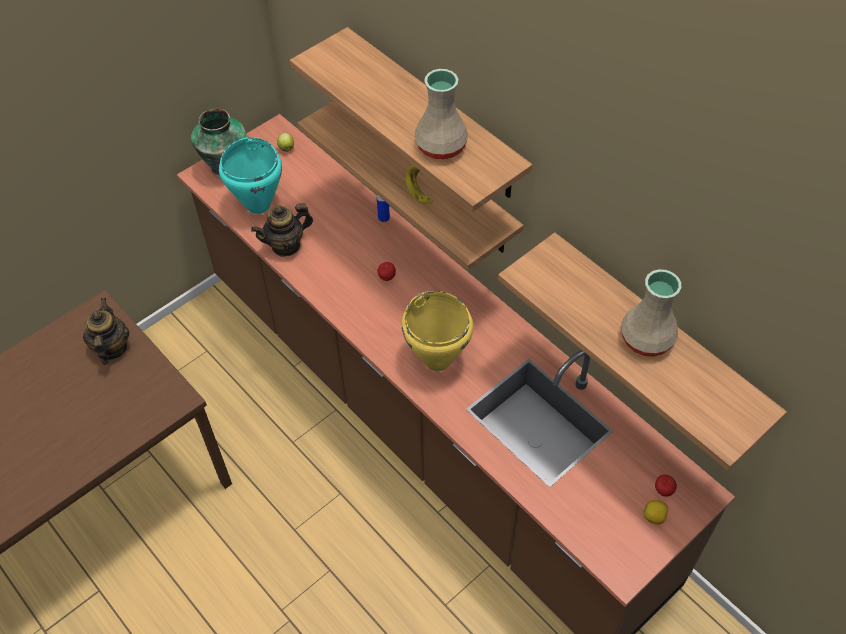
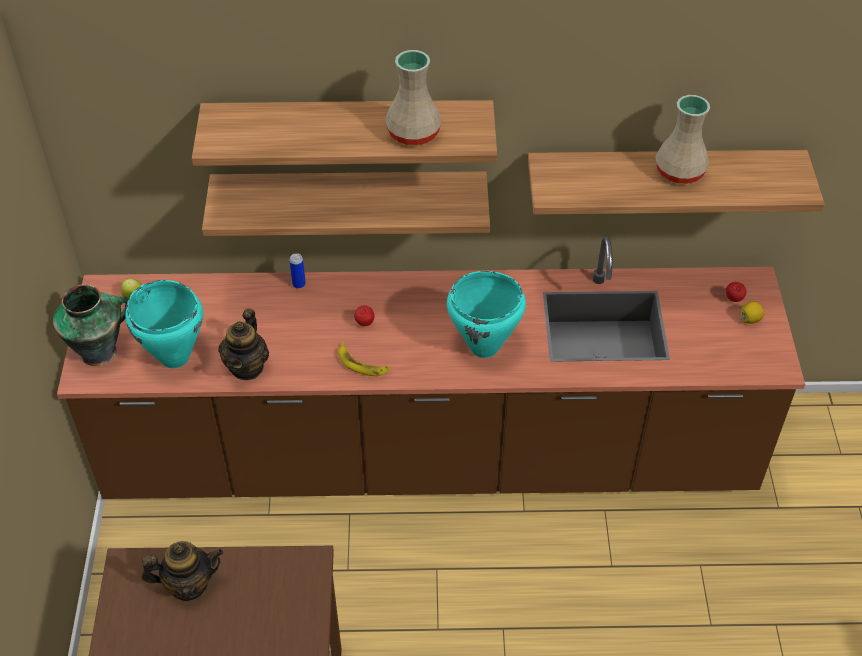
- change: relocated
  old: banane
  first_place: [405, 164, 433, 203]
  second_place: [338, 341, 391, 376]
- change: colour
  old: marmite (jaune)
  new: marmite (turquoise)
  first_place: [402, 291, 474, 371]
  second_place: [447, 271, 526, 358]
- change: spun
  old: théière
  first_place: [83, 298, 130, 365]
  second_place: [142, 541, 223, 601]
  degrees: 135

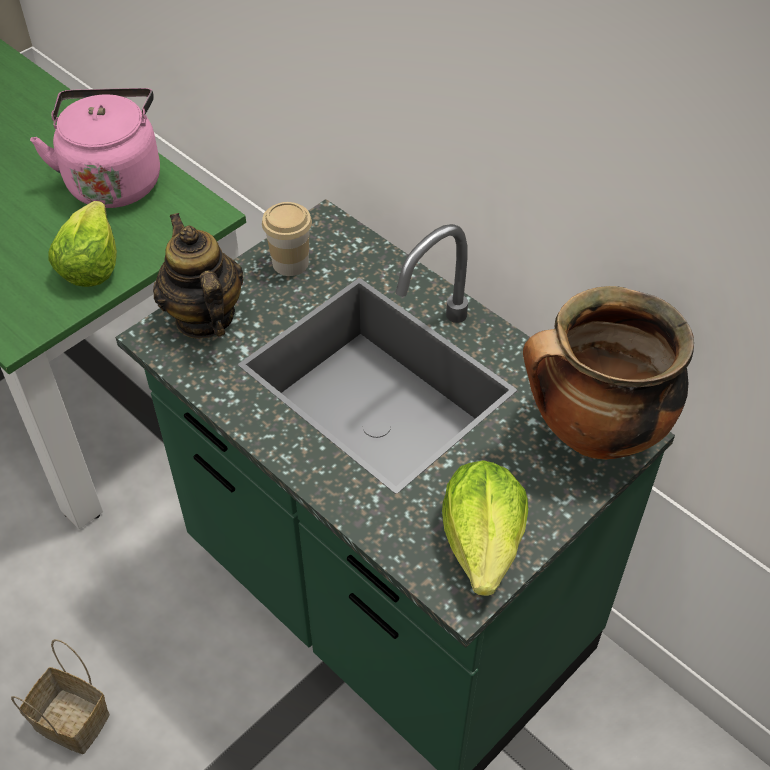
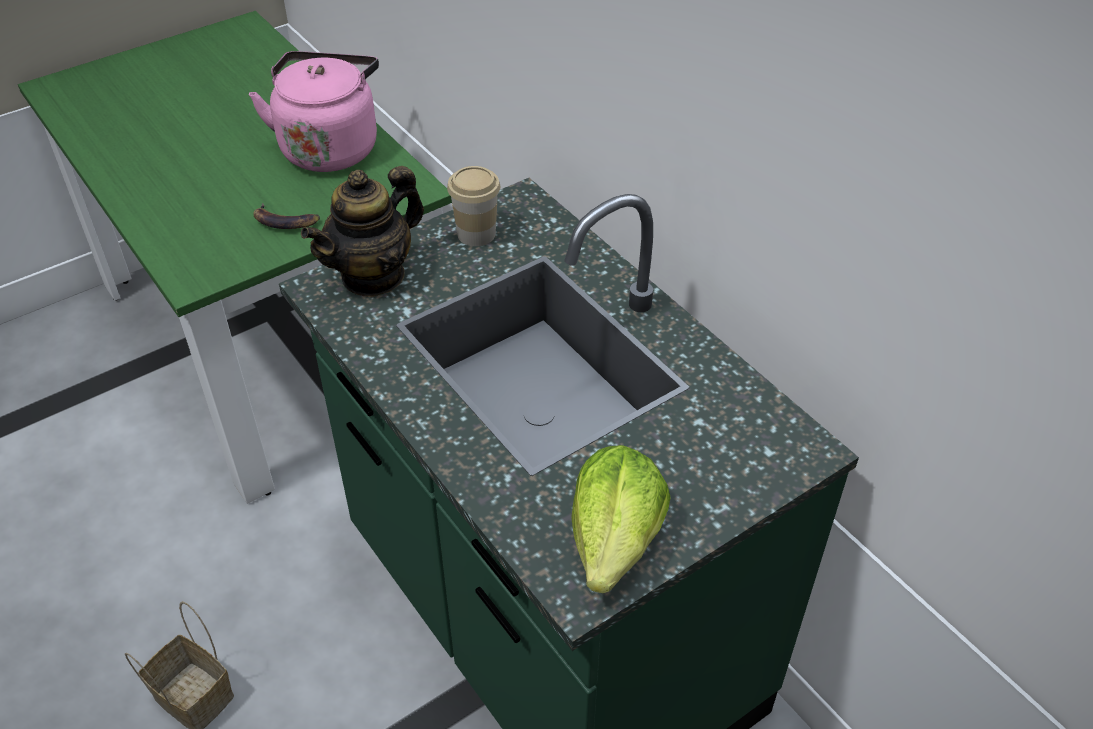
- change: missing
  old: marmite
  first_place: [523, 286, 694, 460]
- change: exchanged
  old: laitue
  new: banane
  first_place: [48, 201, 117, 287]
  second_place: [253, 203, 320, 229]
- change: spun
  old: théière
  first_place: [153, 213, 243, 339]
  second_place: [301, 166, 424, 297]
  degrees: -120

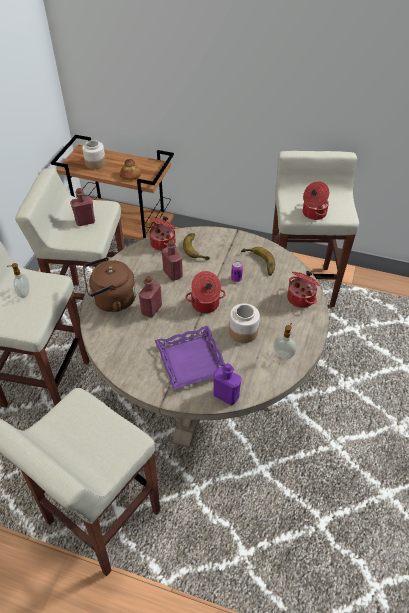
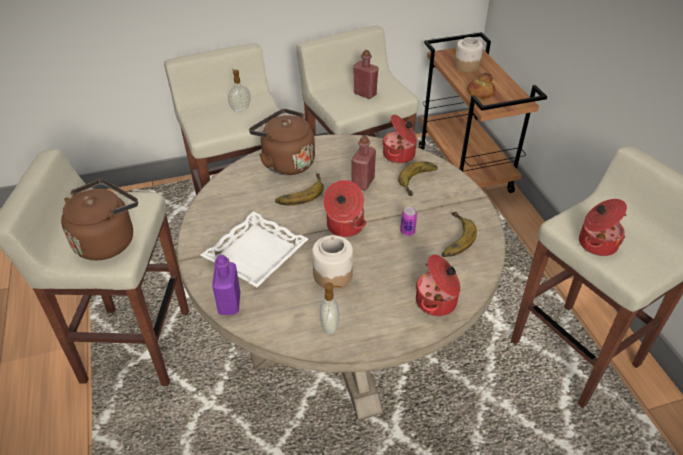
- change: appeared
  new: bouilloire (marron)
  second_place: [61, 179, 138, 260]
- change: exchanged
  old: bouteille (rouge)
  new: banane
  first_place: [139, 276, 162, 317]
  second_place: [275, 173, 324, 205]
- change: colour
  old: plateau (violet)
  new: plateau (blanc)
  first_place: [155, 326, 225, 390]
  second_place: [201, 211, 308, 287]

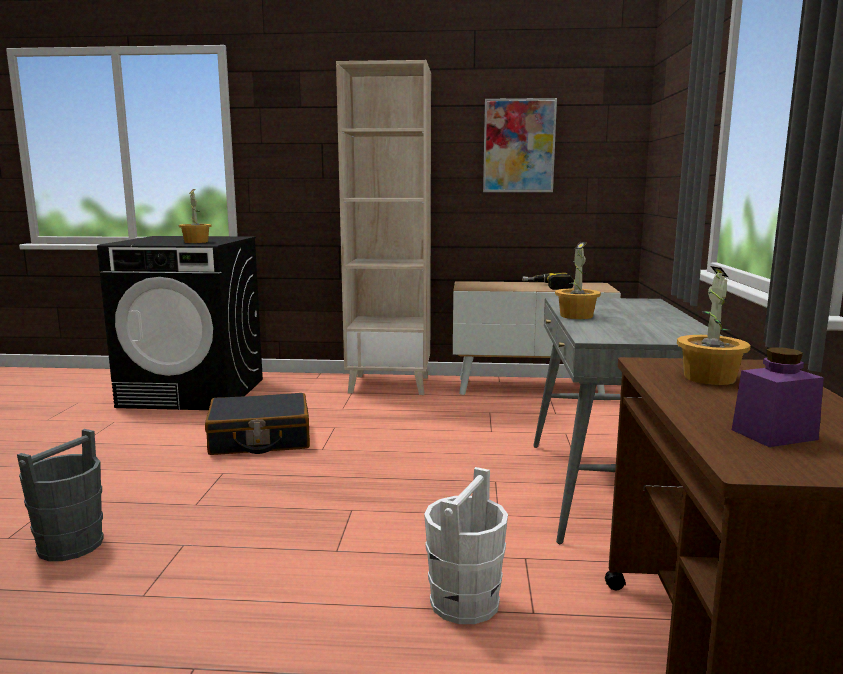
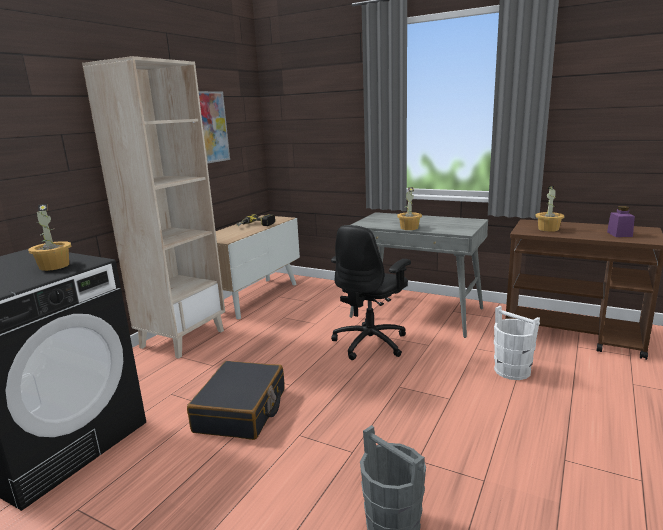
- change: appeared
  new: chaise de bureau (noir)
  second_place: [331, 225, 411, 360]

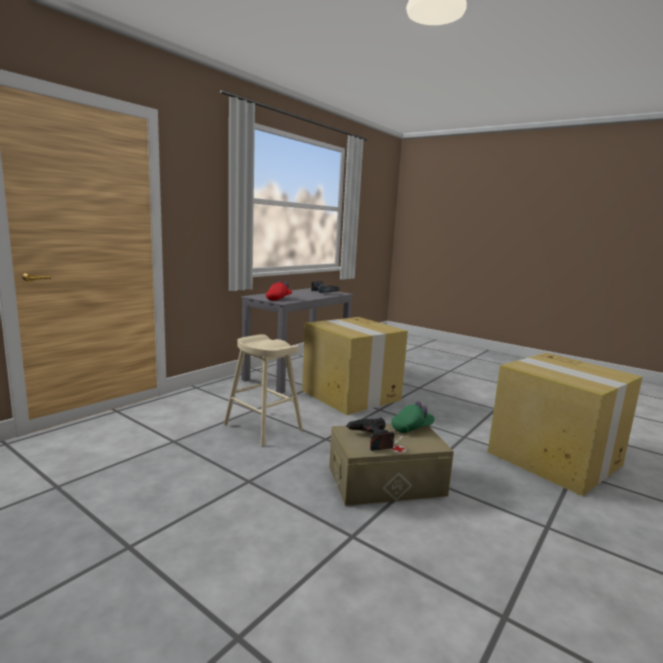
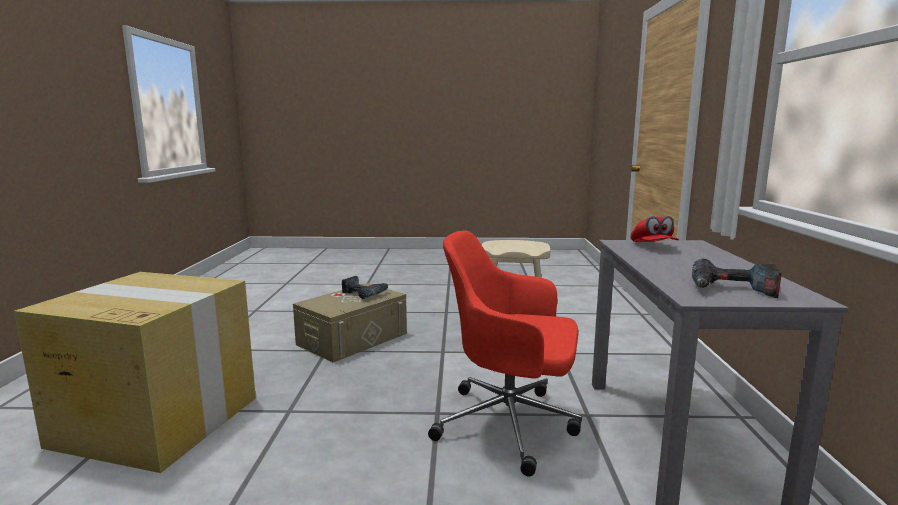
- change: missing
  old: casquette (vert)
  first_place: [392, 401, 435, 433]
- change: exchanged
  old: carton
  new: chaise de bureau (rouge)
  first_place: [302, 317, 408, 415]
  second_place: [428, 231, 582, 476]

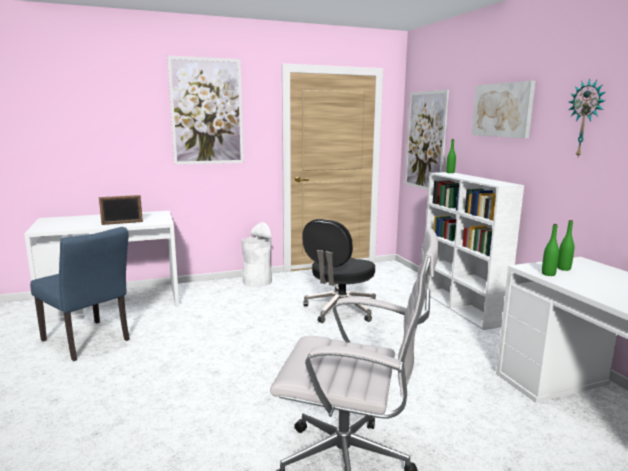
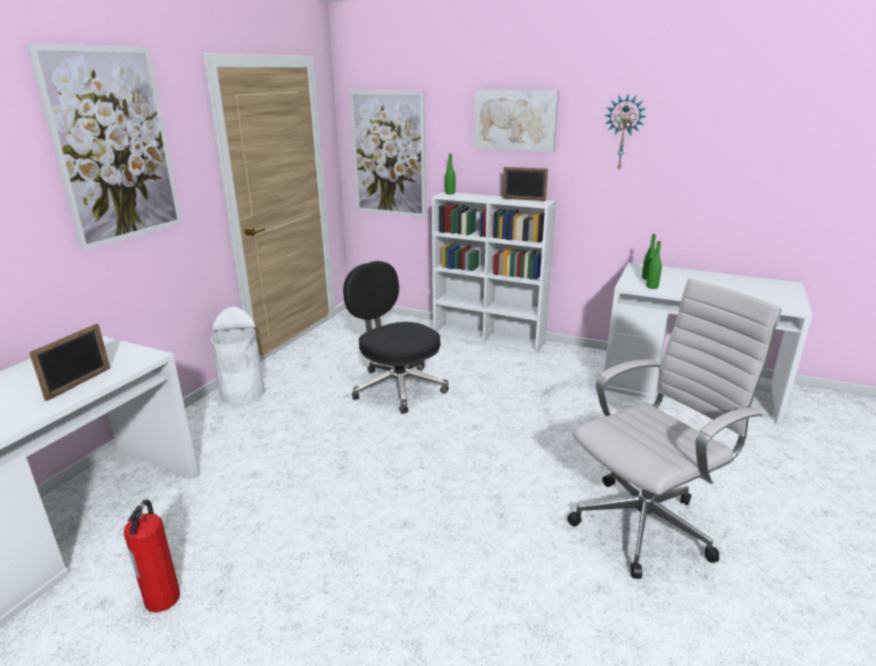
- change: appeared
  new: cadre photo
  second_place: [503, 167, 548, 201]
- change: exchanged
  old: chaise (bleu)
  new: extincteur
  first_place: [30, 227, 130, 361]
  second_place: [124, 500, 180, 613]
- change: spun
  old: chaise de bureau (noir)
  first_place: [303, 219, 376, 323]
  second_place: [343, 261, 449, 414]
  degrees: 150

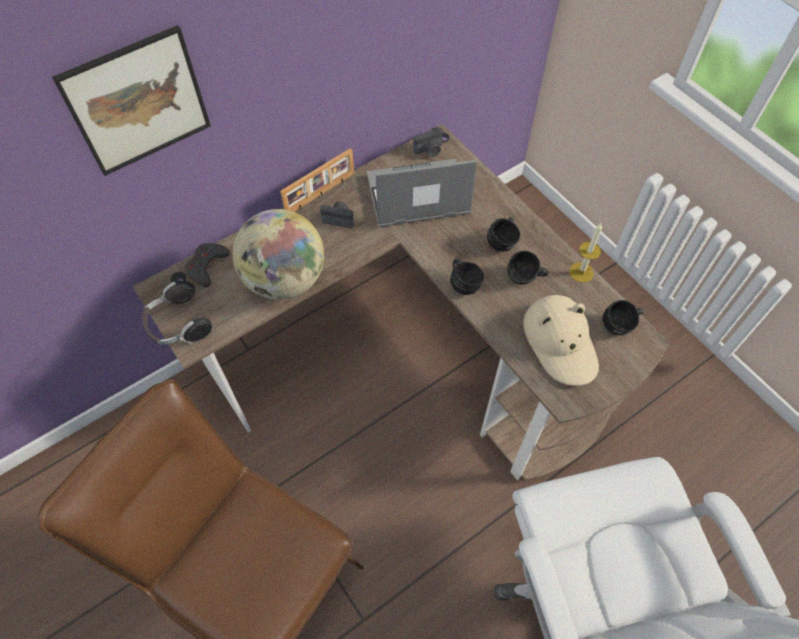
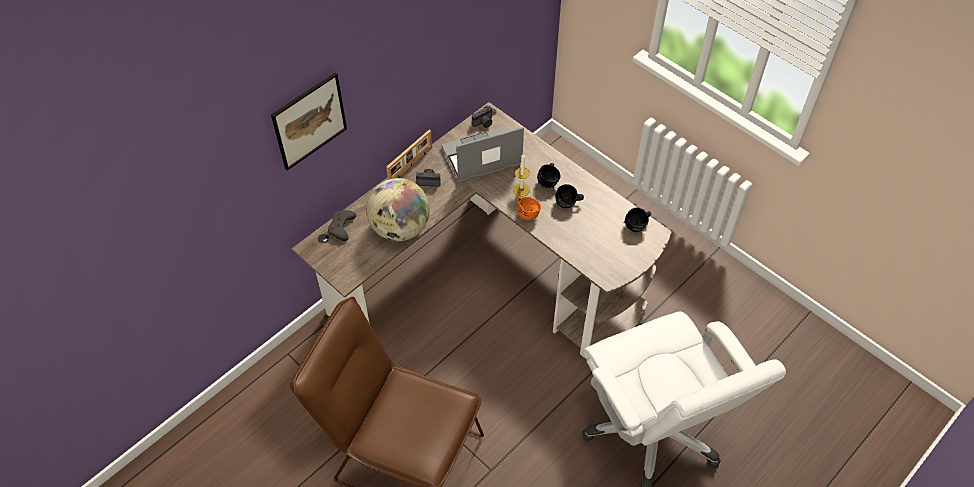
- change: missing
  old: casque audio
  first_place: [142, 280, 212, 345]
- change: missing
  old: chapeau (beige)
  first_place: [524, 295, 599, 386]
- change: relocated
  old: bougie
  first_place: [569, 223, 602, 283]
  second_place: [513, 154, 530, 197]
- change: colour
  old: mug (noir)
  new: mug (orange)
  first_place: [450, 258, 485, 295]
  second_place: [517, 196, 541, 221]

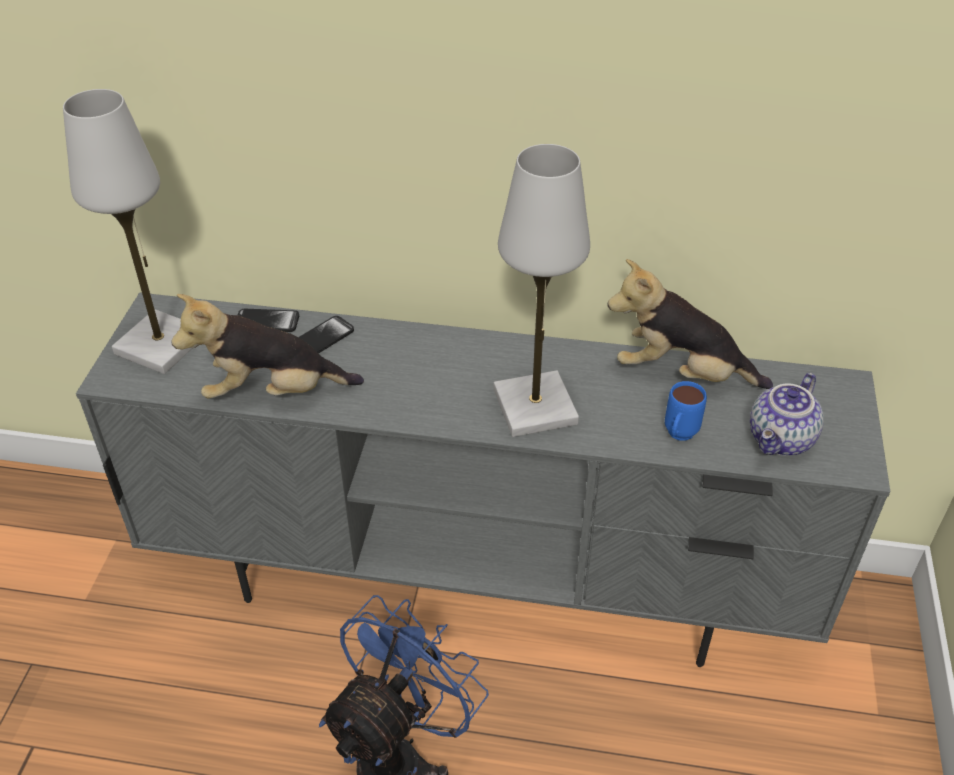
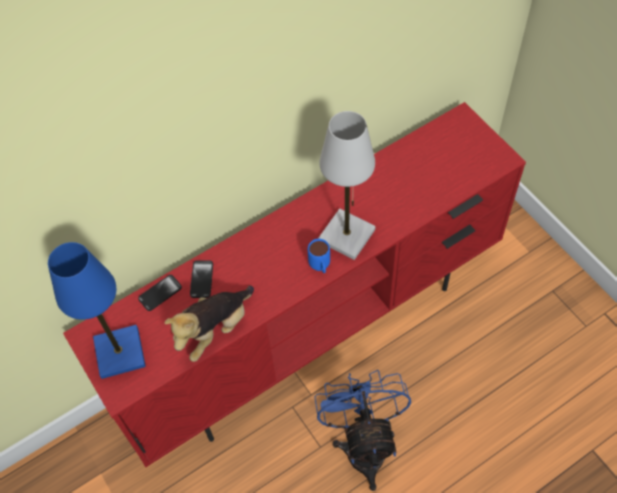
- change: missing
  old: peluche
  first_place: [607, 259, 773, 389]
- change: missing
  old: théière
  first_place: [750, 373, 824, 456]
- change: relocated
  old: mug (bleu)
  first_place: [665, 381, 707, 441]
  second_place: [308, 239, 330, 273]
- change: colour
  old: lampe de table (blanc)
  new: lampe de table (bleu)
  first_place: [63, 89, 192, 374]
  second_place: [48, 242, 146, 379]
- change: colour
  old: meuble télé (gris)
  new: meuble télé (rouge)
  first_place: [76, 293, 890, 667]
  second_place: [63, 102, 526, 467]

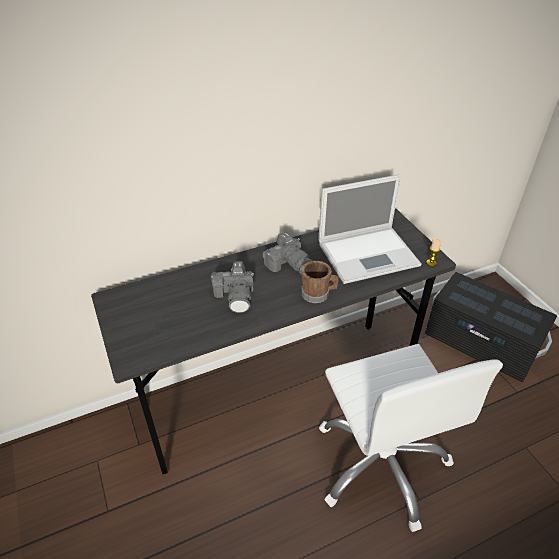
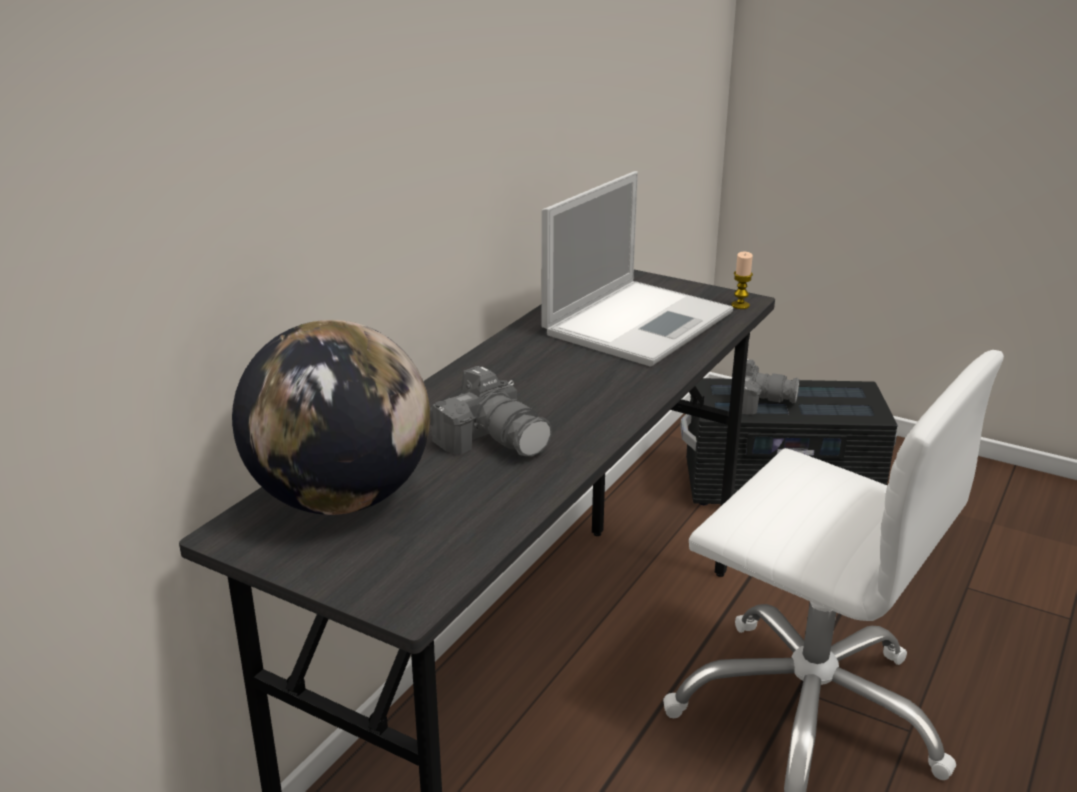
- change: missing
  old: mug (marron)
  first_place: [301, 261, 339, 303]
- change: appeared
  new: globe
  second_place: [232, 320, 430, 515]
- change: relocated
  old: appareil photo
  first_place: [263, 232, 314, 275]
  second_place: [732, 359, 800, 415]

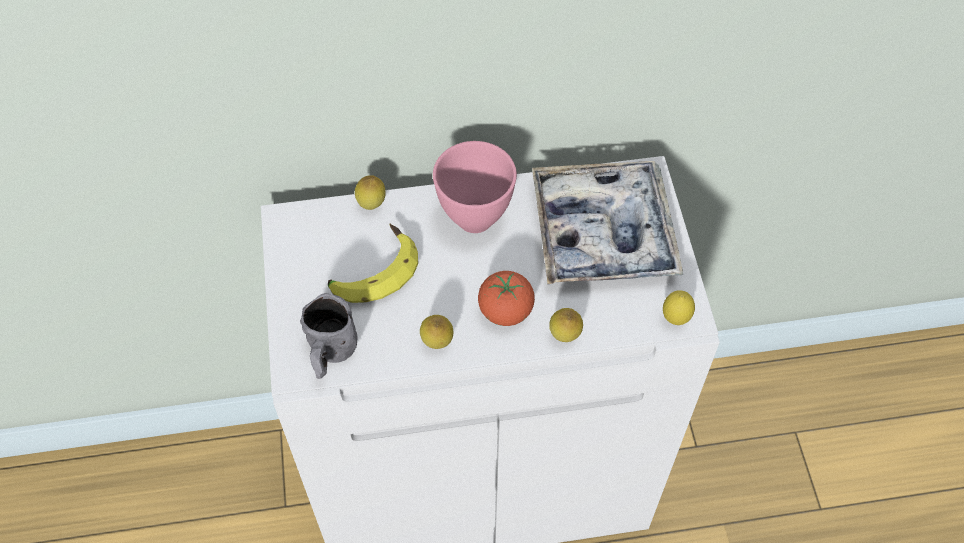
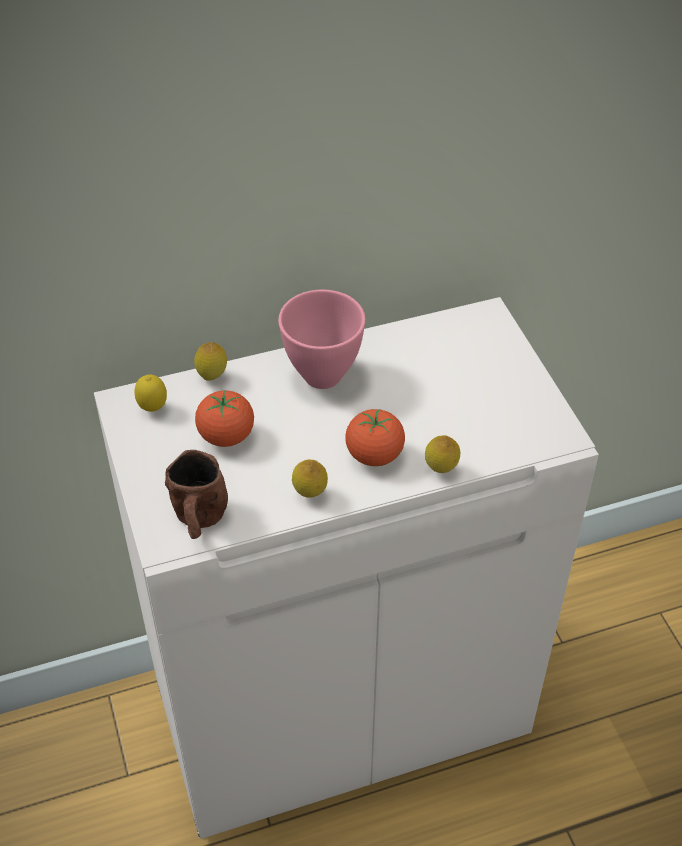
- change: missing
  old: plateau
  first_place: [532, 161, 683, 284]
- change: relocated
  old: citron
  first_place: [663, 290, 695, 325]
  second_place: [134, 375, 167, 412]
- change: exchanged
  old: banane
  new: tomate
  first_place: [328, 224, 418, 303]
  second_place: [195, 390, 254, 447]
- change: colour
  old: mug (gris)
  new: mug (marron)
  first_place: [300, 293, 357, 379]
  second_place: [165, 450, 228, 539]

